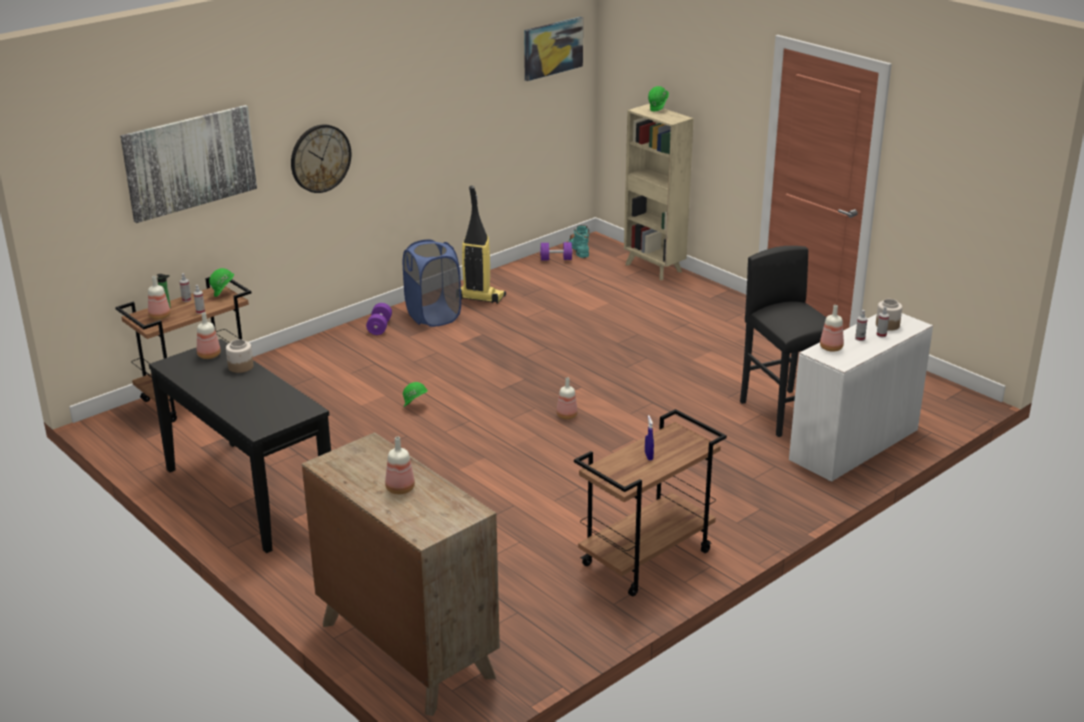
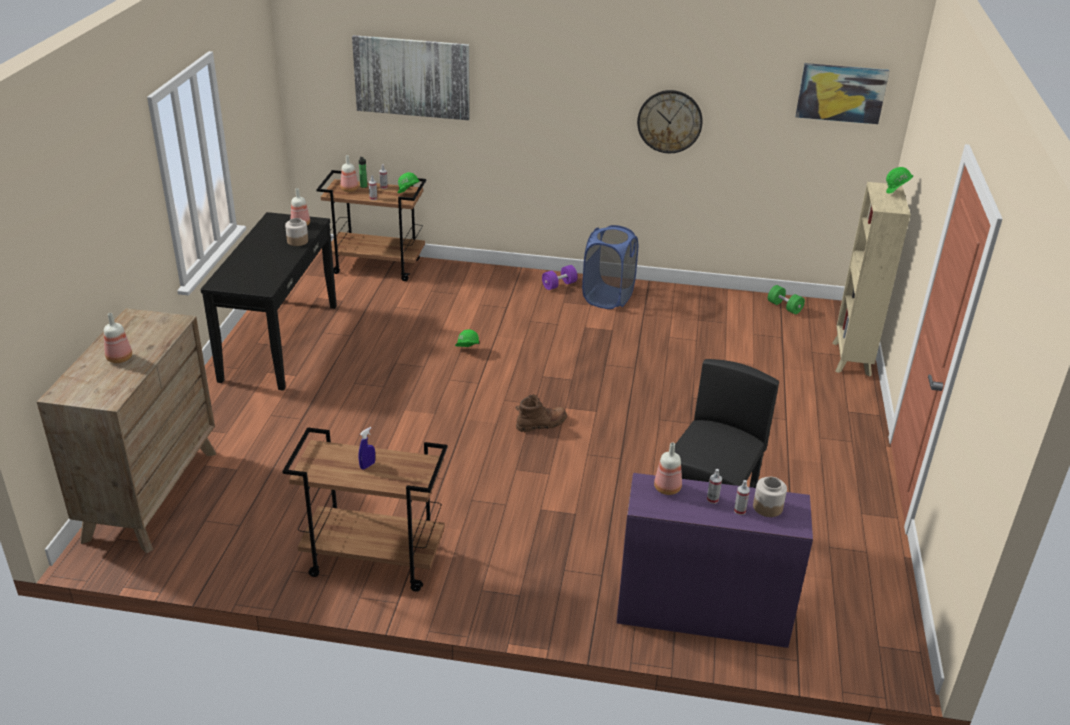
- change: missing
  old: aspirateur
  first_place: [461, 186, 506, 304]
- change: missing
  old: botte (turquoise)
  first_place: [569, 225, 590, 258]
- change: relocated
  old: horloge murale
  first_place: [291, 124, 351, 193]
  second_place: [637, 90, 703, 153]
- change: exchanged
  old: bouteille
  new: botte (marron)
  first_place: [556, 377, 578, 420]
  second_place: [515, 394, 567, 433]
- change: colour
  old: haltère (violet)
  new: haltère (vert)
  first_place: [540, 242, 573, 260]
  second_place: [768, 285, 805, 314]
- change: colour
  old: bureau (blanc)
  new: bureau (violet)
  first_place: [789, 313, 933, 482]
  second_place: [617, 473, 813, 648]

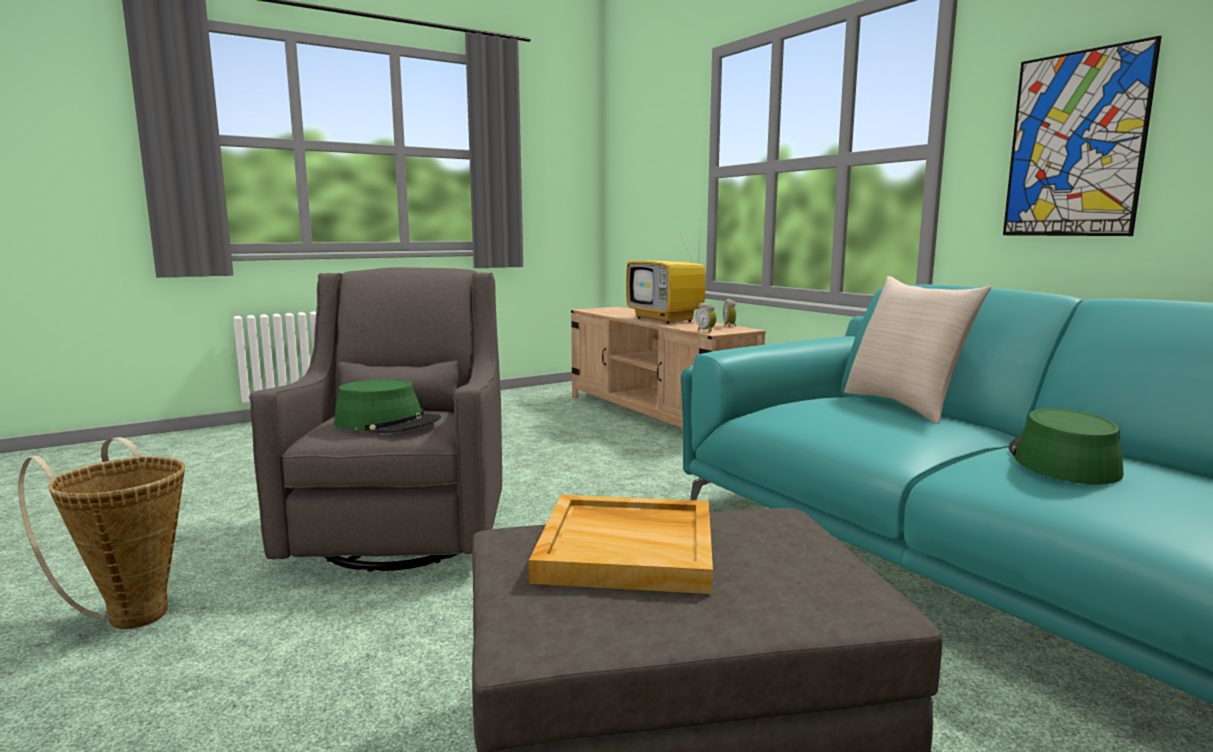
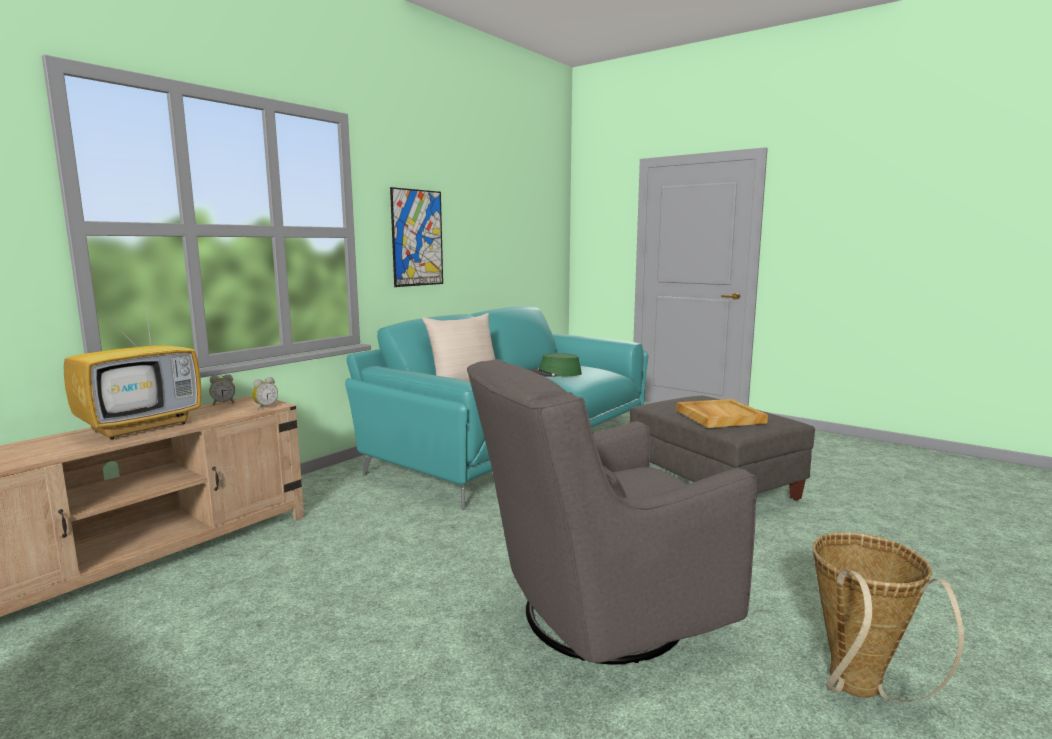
- change: missing
  old: chapeau (vert)
  first_place: [334, 379, 441, 433]

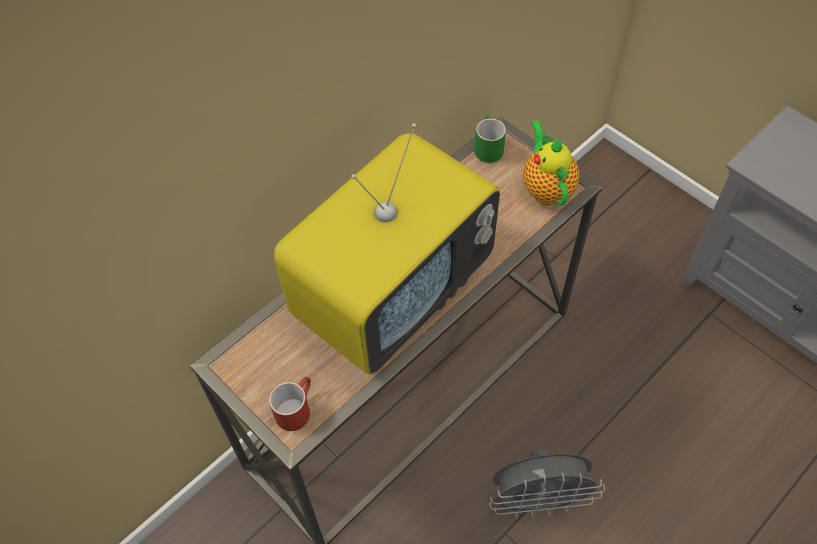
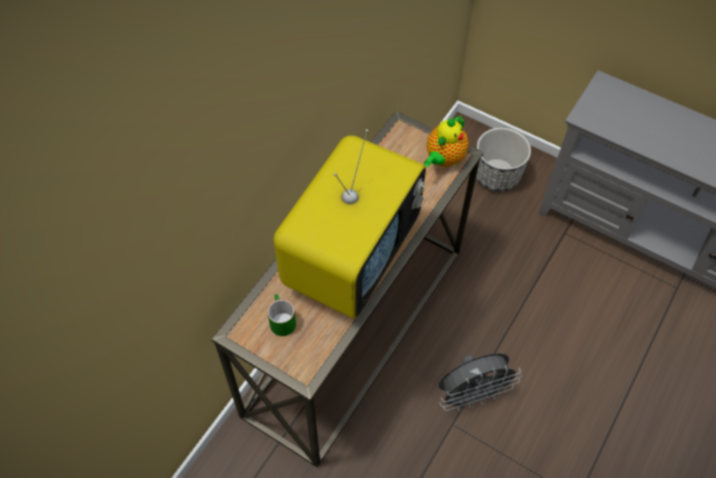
- change: missing
  old: mug (rouge)
  first_place: [269, 377, 311, 431]
- change: appeared
  new: cache-pot
  second_place: [476, 128, 531, 191]
- change: relocated
  old: mug (vert)
  first_place: [474, 115, 506, 163]
  second_place: [268, 294, 296, 336]
- change: spun
  old: théière
  first_place: [523, 120, 580, 206]
  second_place: [424, 116, 469, 167]
  degrees: -120

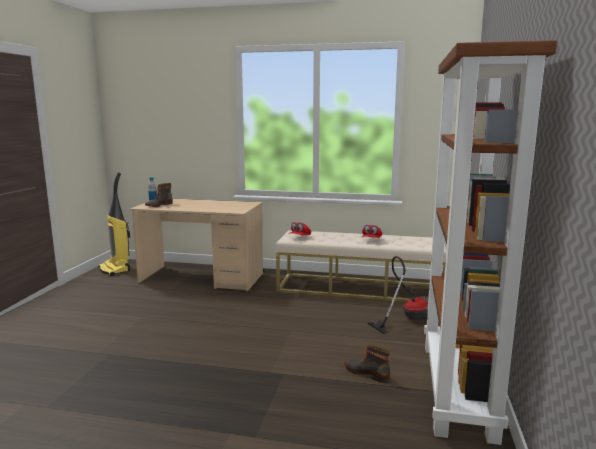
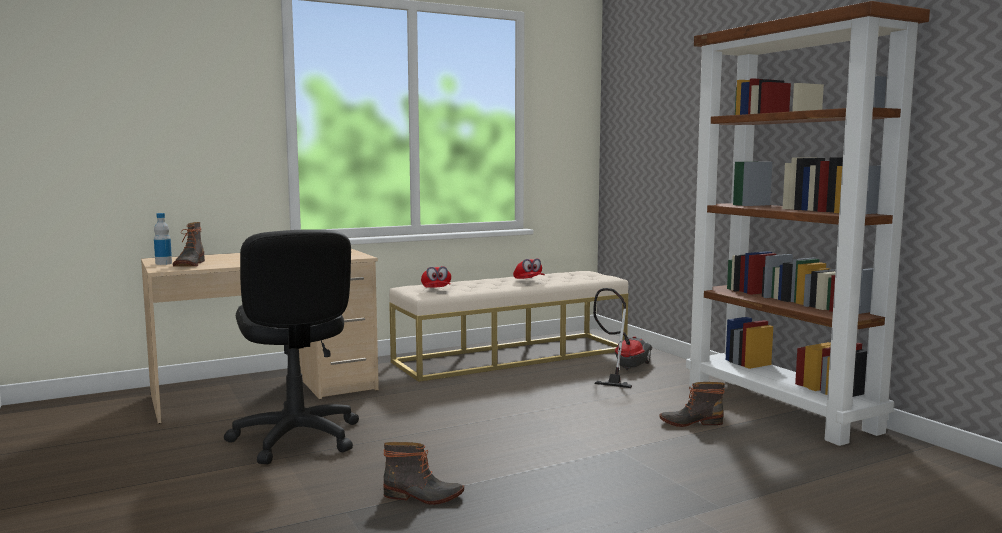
- change: missing
  old: aspirateur
  first_place: [99, 172, 130, 276]
- change: appeared
  new: chaise de bureau (noir)
  second_place: [224, 229, 359, 464]
- change: appeared
  new: botte
  second_place: [383, 442, 464, 505]

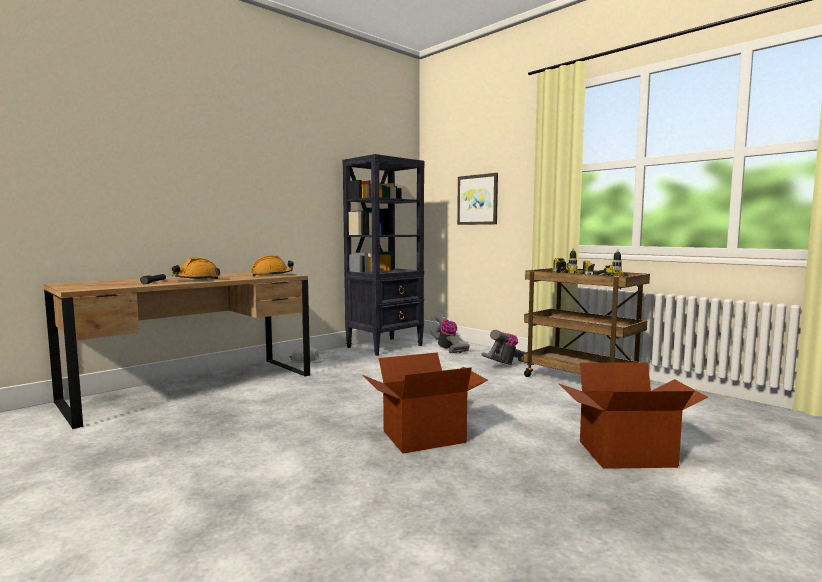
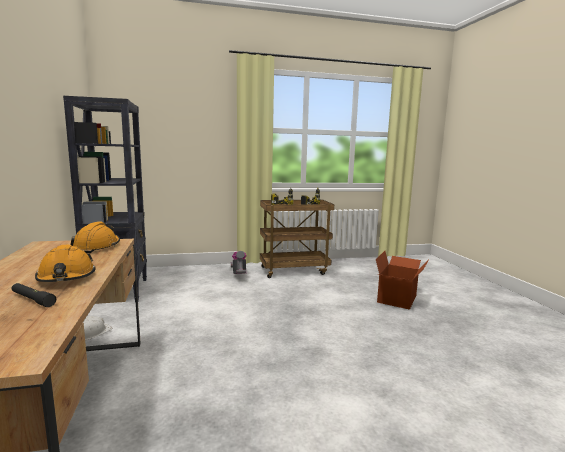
- change: missing
  old: carton
  first_place: [362, 352, 488, 454]
- change: missing
  old: aspirateur
  first_place: [430, 313, 470, 354]
- change: missing
  old: tableau
  first_place: [457, 173, 498, 225]

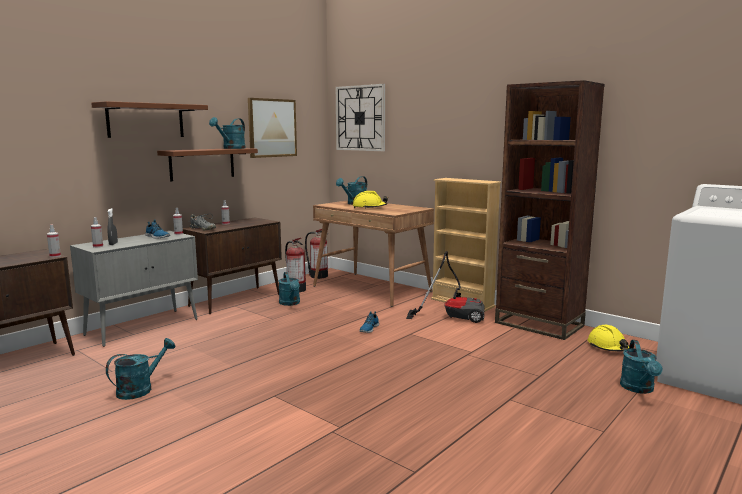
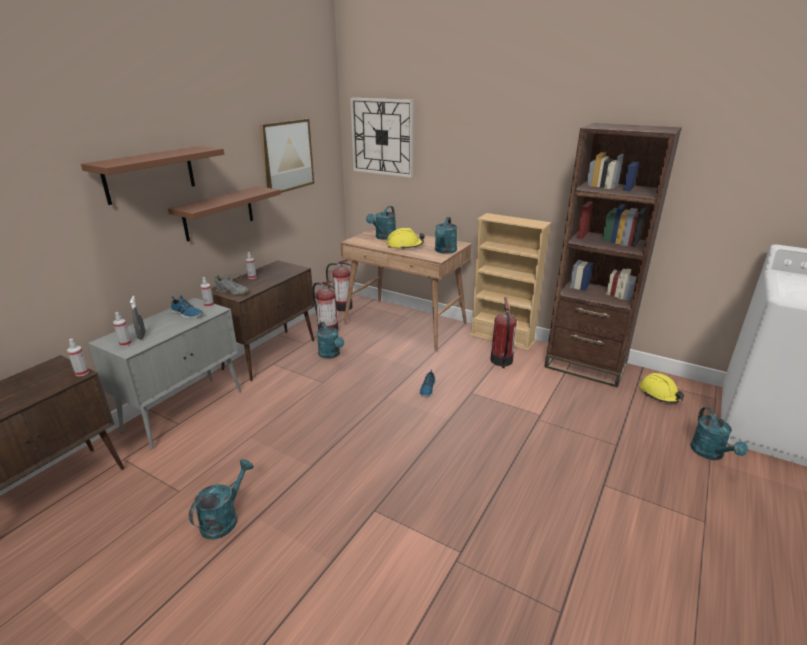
- change: relocated
  old: arrosoir (turquoise)
  first_place: [209, 117, 246, 149]
  second_place: [435, 217, 457, 254]
- change: exchanged
  old: aspirateur
  new: extincteur
  first_place: [406, 251, 485, 323]
  second_place: [490, 297, 517, 368]

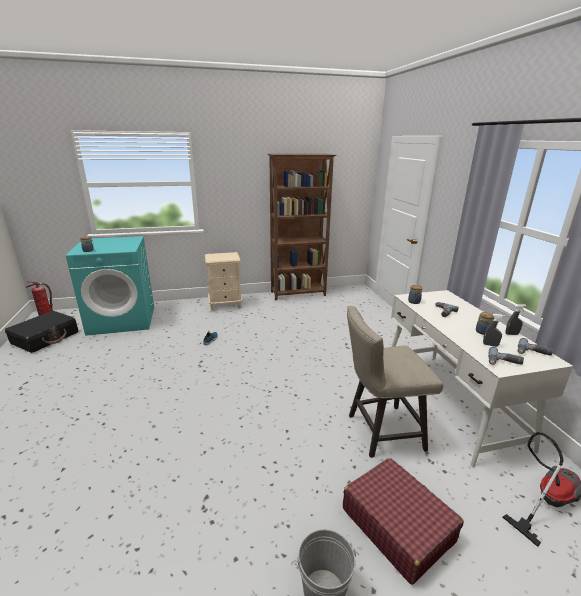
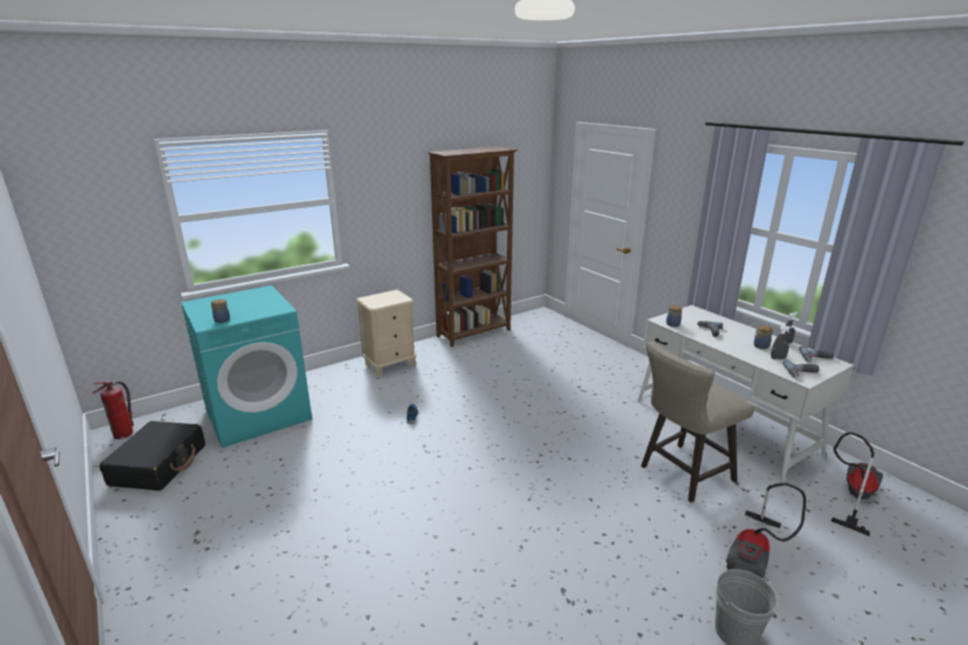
- change: exchanged
  old: valise (rouge)
  new: aspirateur
  first_place: [343, 458, 464, 585]
  second_place: [726, 482, 806, 578]

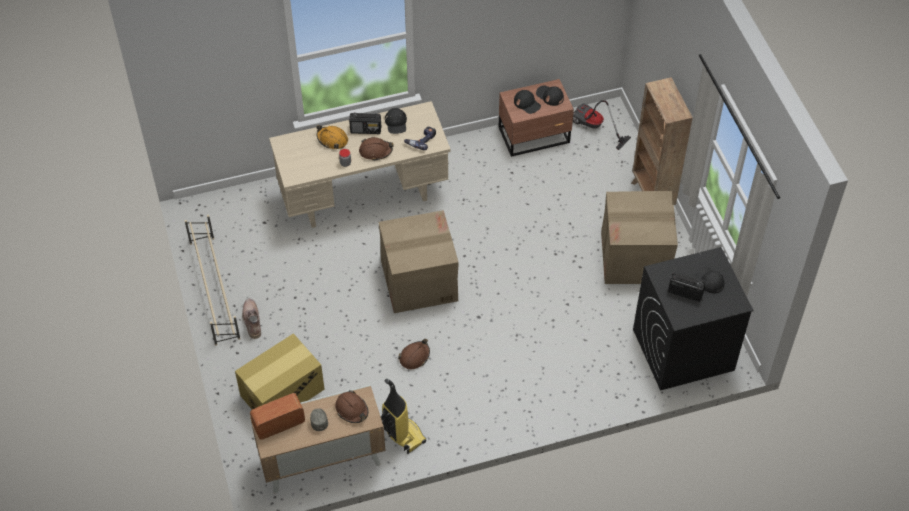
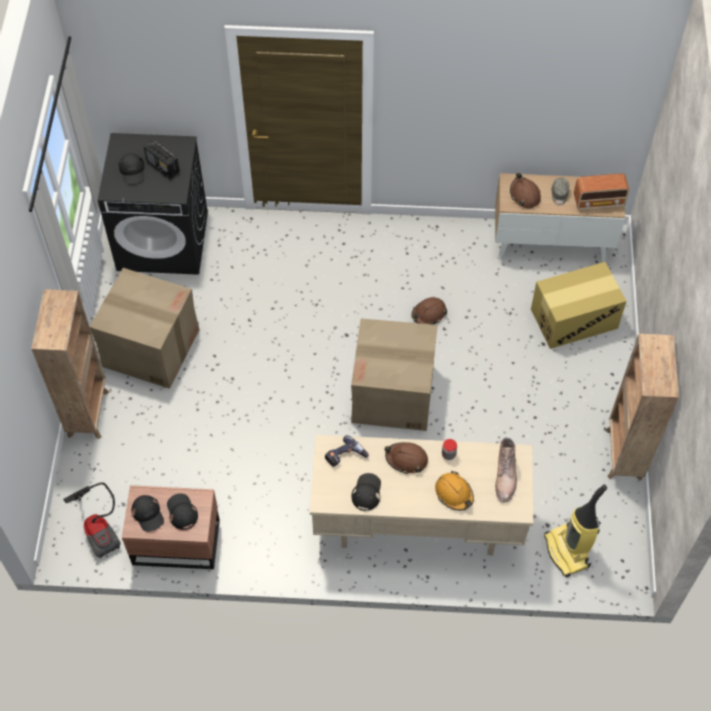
- change: missing
  old: radio
  first_place: [349, 112, 381, 134]
- change: relocated
  old: botte (marron)
  first_place: [242, 298, 261, 339]
  second_place: [495, 437, 517, 503]
- change: relocated
  old: aspirateur
  first_place: [381, 379, 426, 454]
  second_place: [544, 484, 607, 577]
- change: exchanged
  old: étagère à chaussures (beige)
  new: bibliothèque (marron)
  first_place: [185, 215, 241, 346]
  second_place: [605, 334, 679, 481]

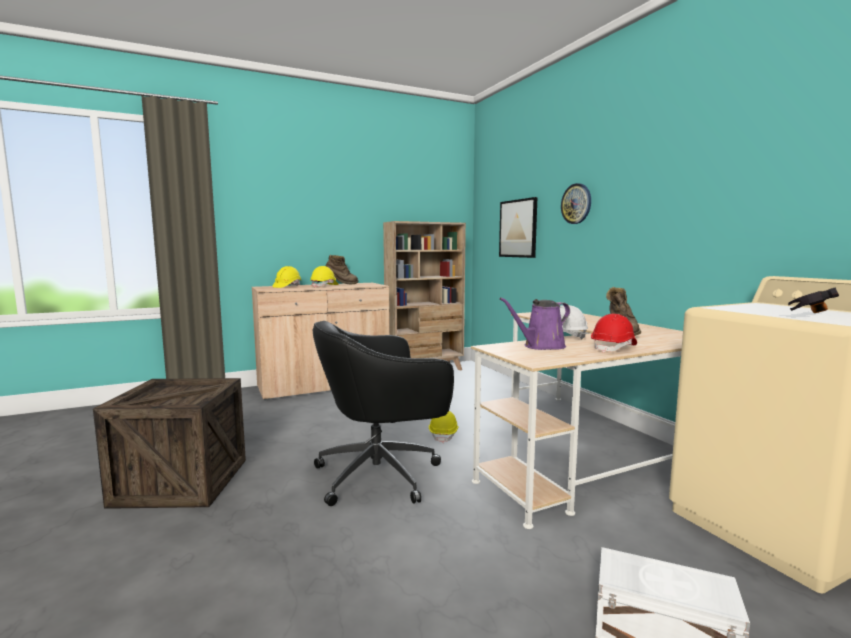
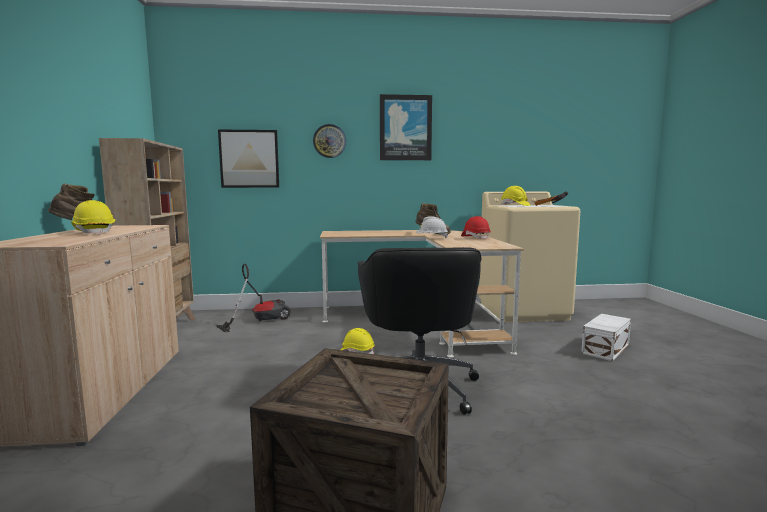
- change: missing
  old: arrosoir (violet)
  first_place: [499, 297, 570, 350]
- change: appeared
  new: aspirateur
  second_place: [216, 264, 291, 333]
- change: appeared
  new: tableau
  second_place: [380, 94, 432, 160]
- change: relocated
  old: casque de chantier (jaune)
  first_place: [273, 266, 301, 288]
  second_place: [501, 186, 530, 206]

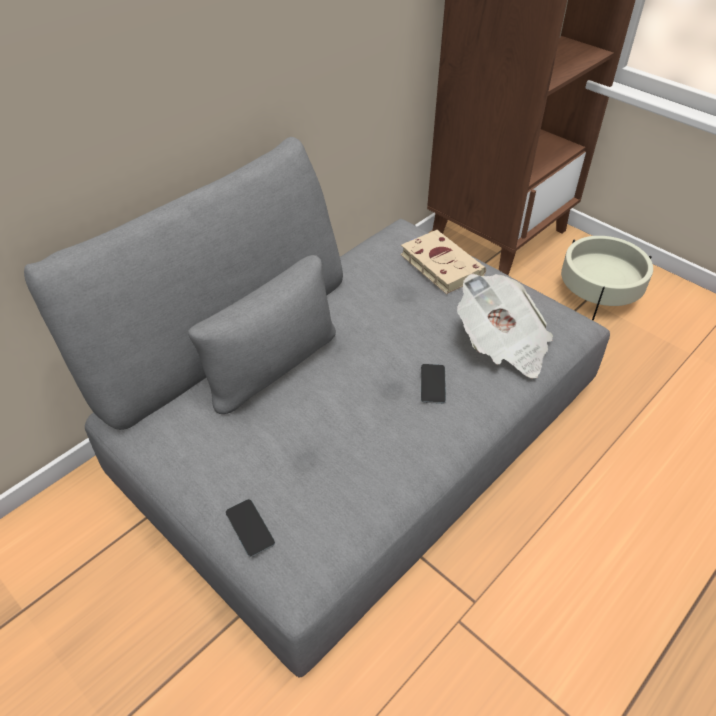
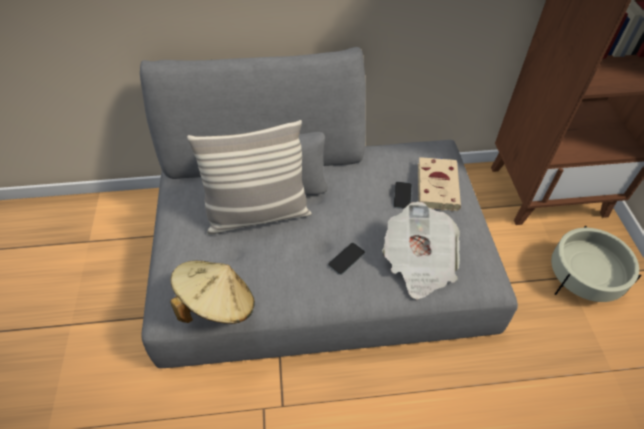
- change: appeared
  new: chapeau (beige)
  second_place: [170, 261, 255, 324]
- change: appeared
  new: coussin
  second_place: [187, 120, 312, 235]
- change: relocated
  old: téléphone
  first_place: [226, 499, 275, 557]
  second_place: [393, 182, 412, 209]

